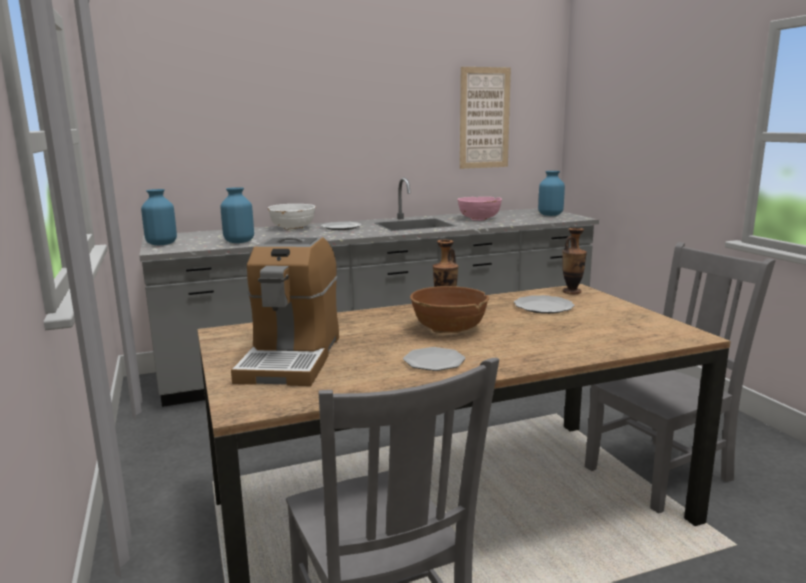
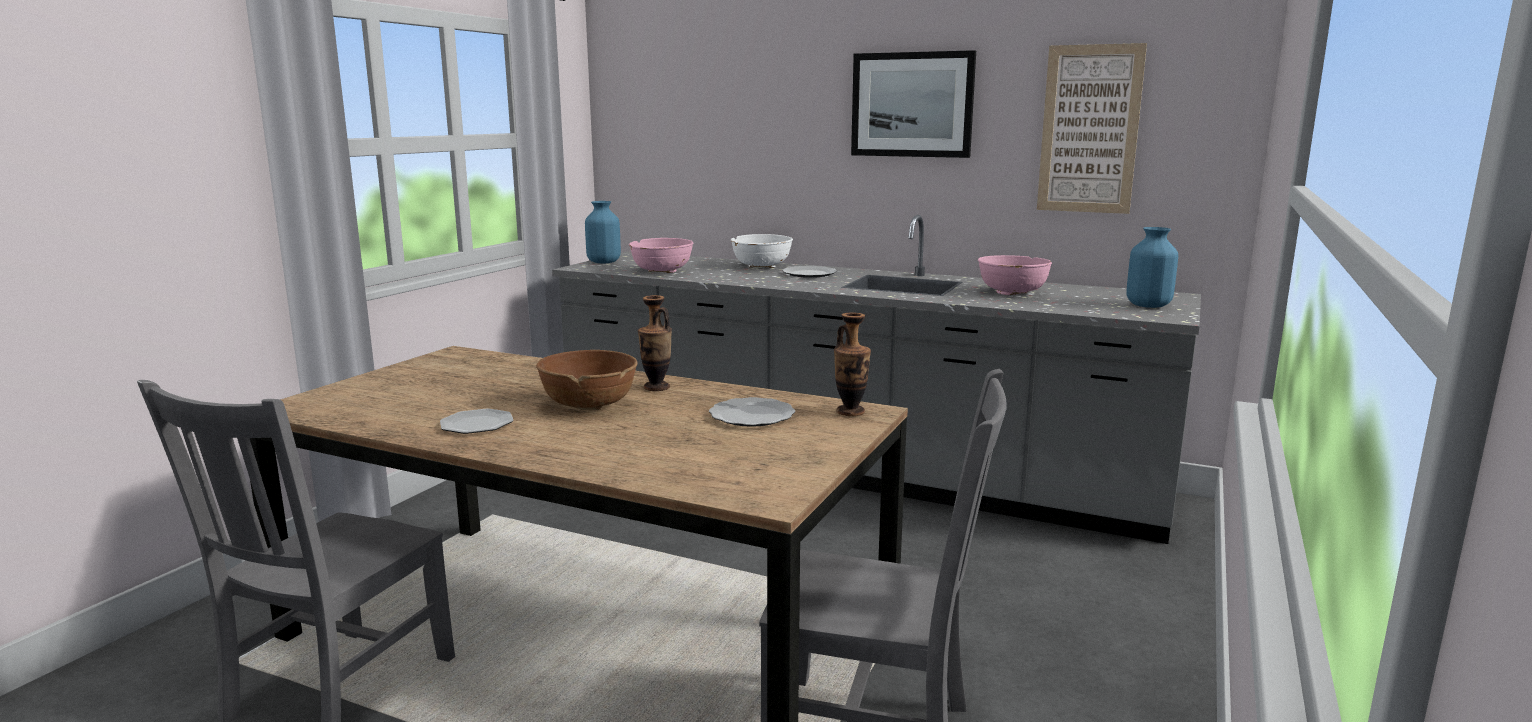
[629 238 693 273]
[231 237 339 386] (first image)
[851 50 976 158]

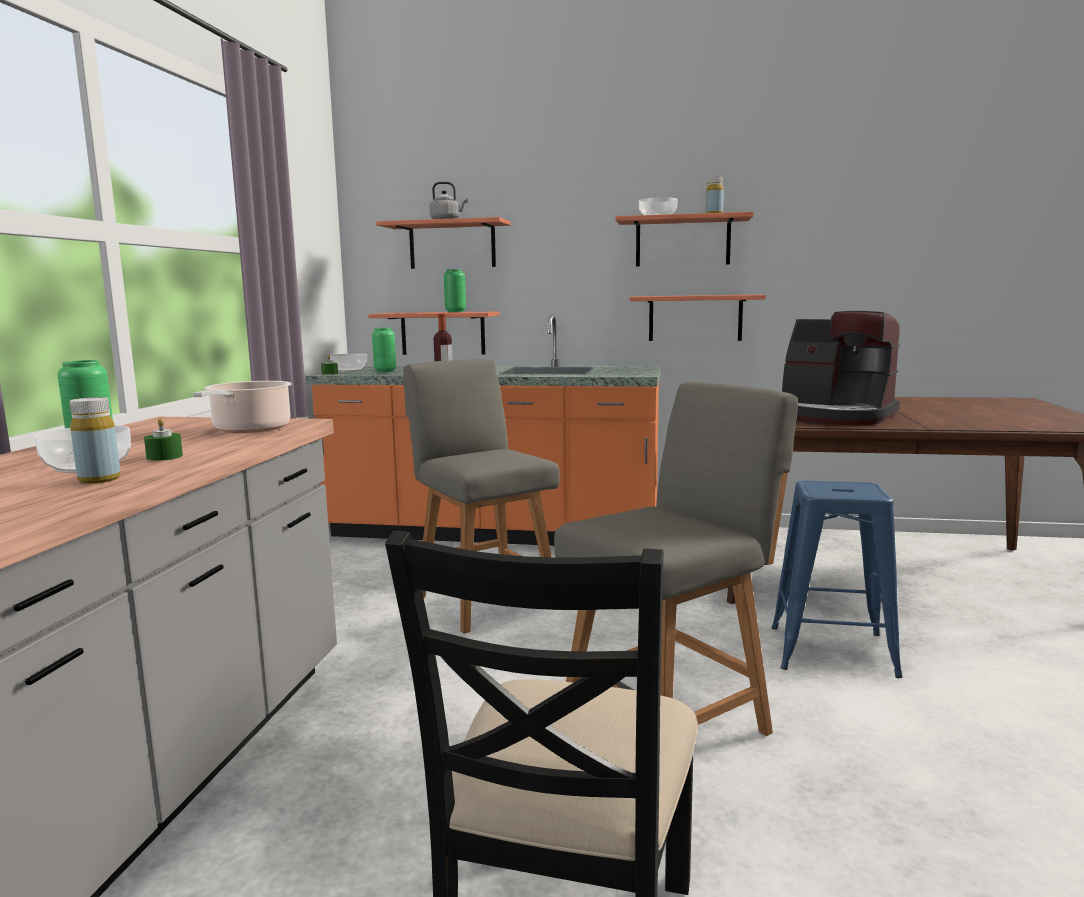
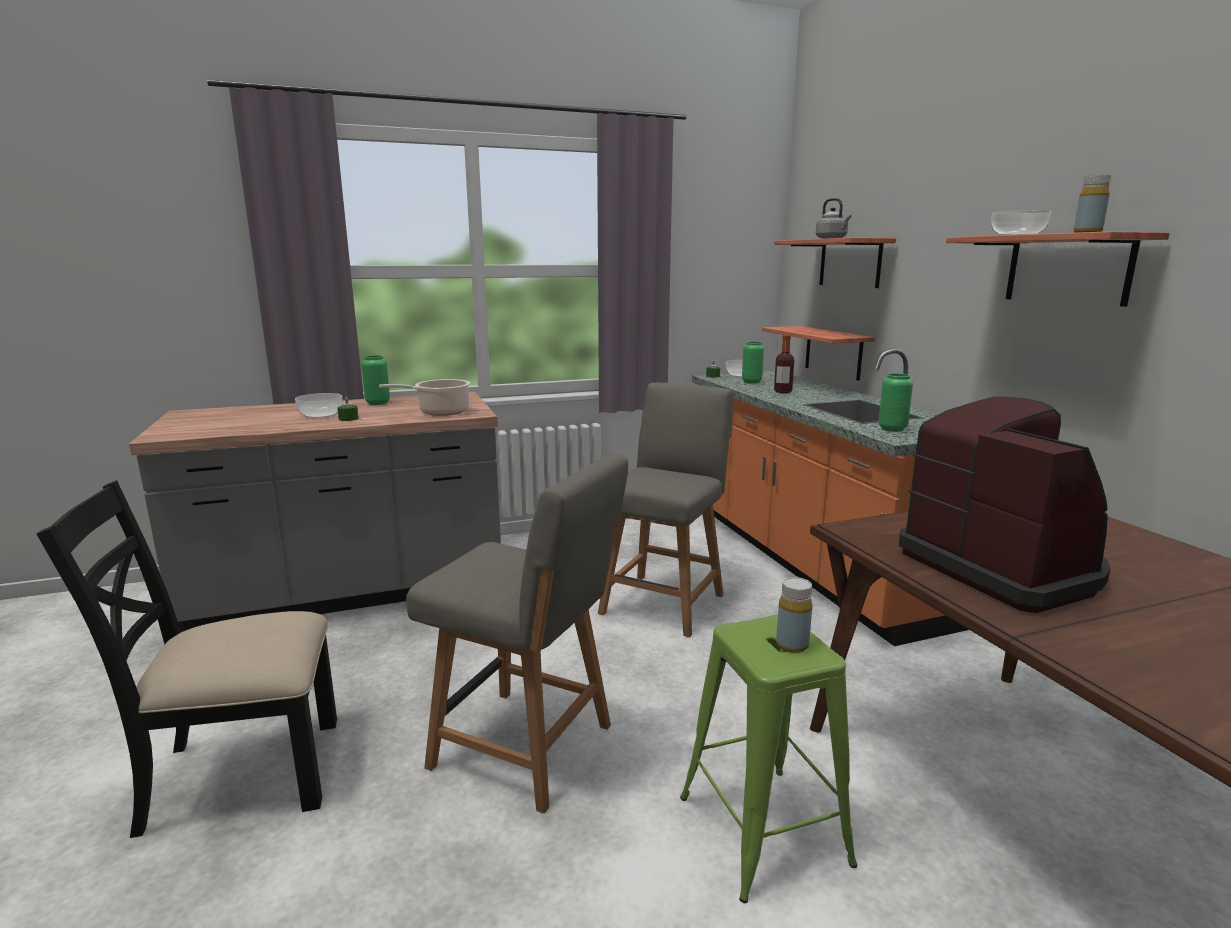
[878 373 913 432]
[630 295 766 341] (first image)
[899 396 1110 613]
[776 577 812 653]
[680 614 857 903]

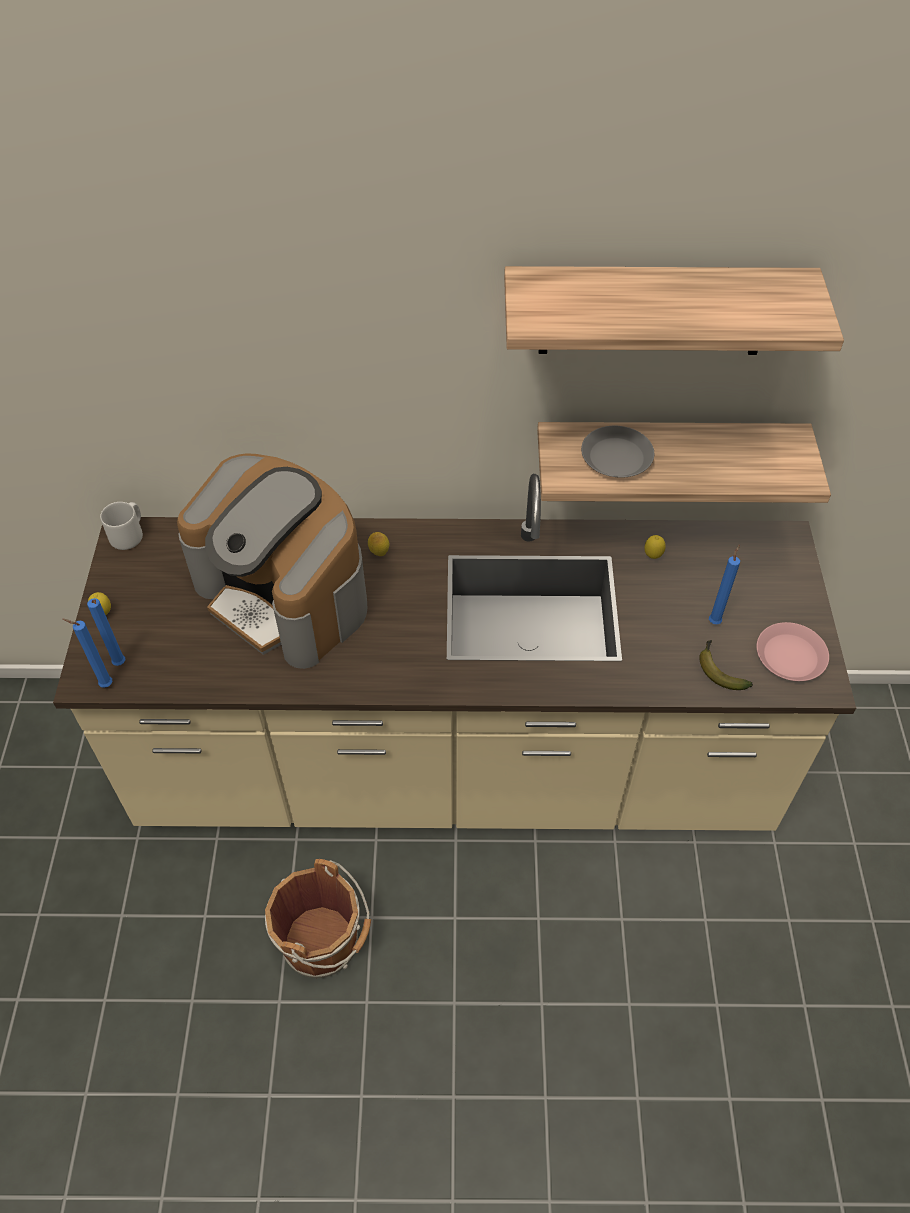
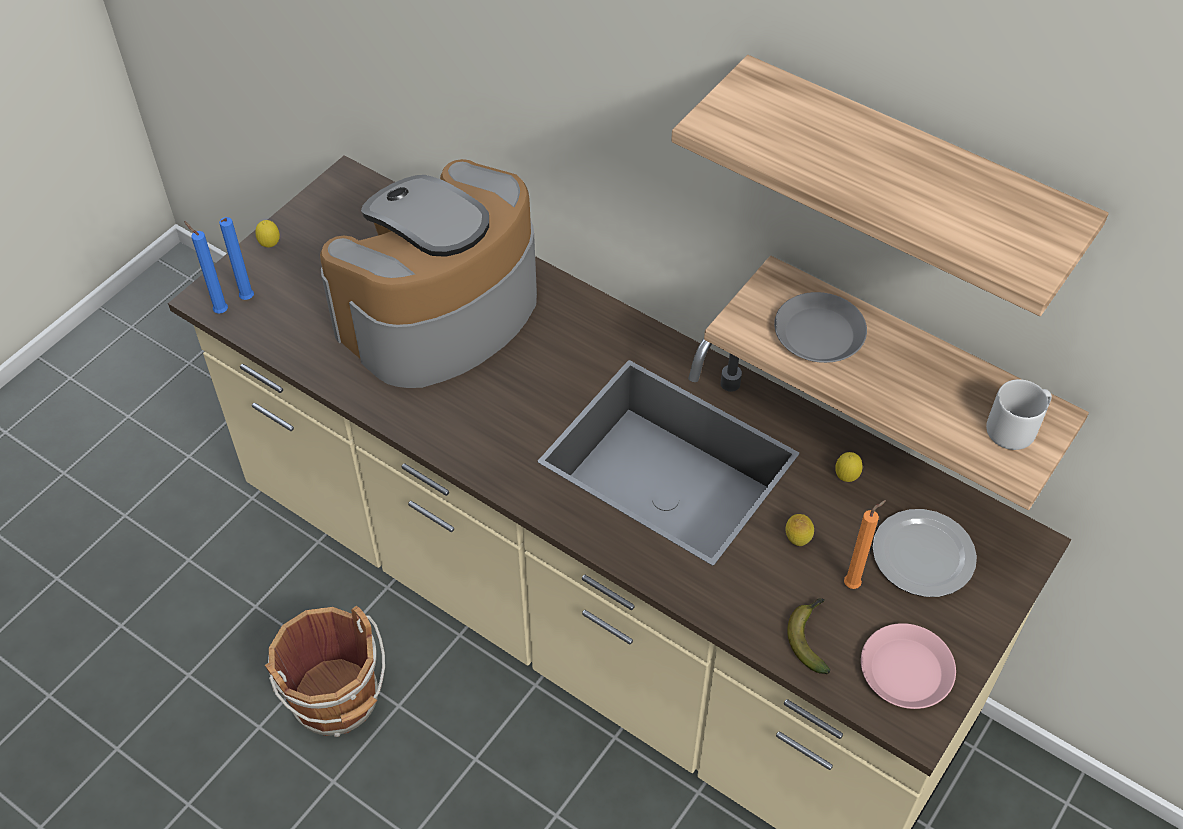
[320 159 537 388]
[986 379 1052 450]
[786 514 814 546]
[844 500 886 589]
[873 509 977 597]

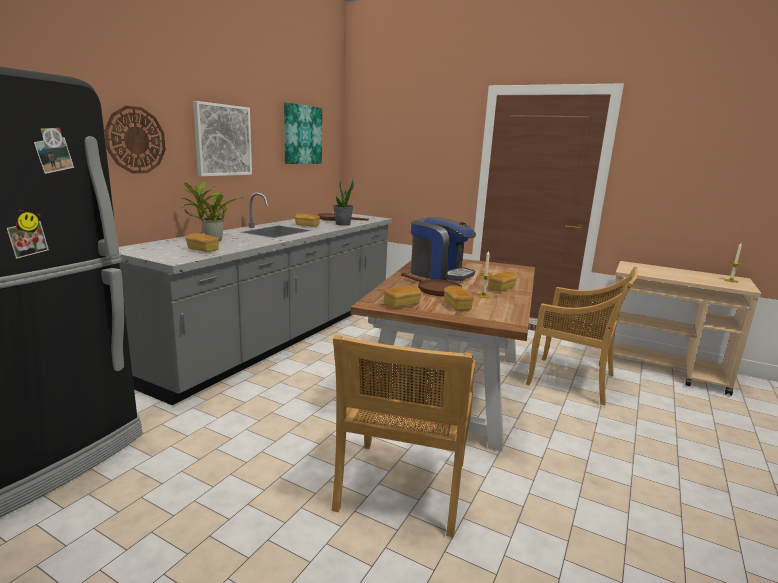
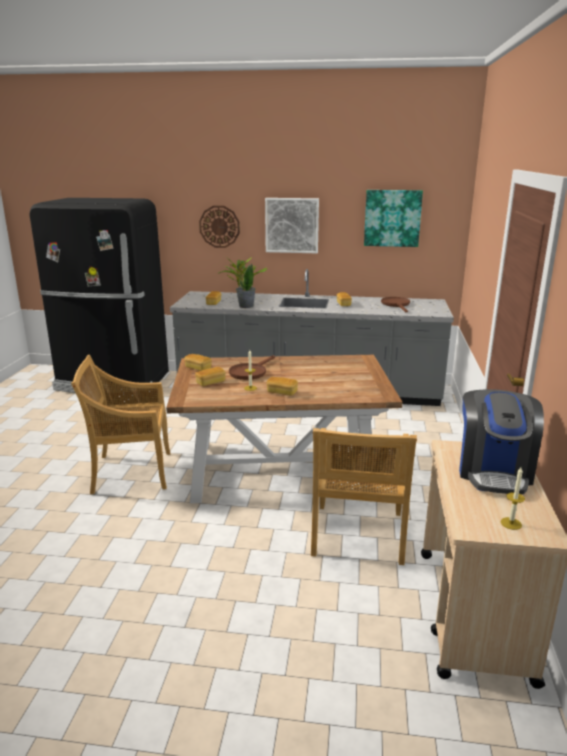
[236 264 256 308]
[459 389 544 494]

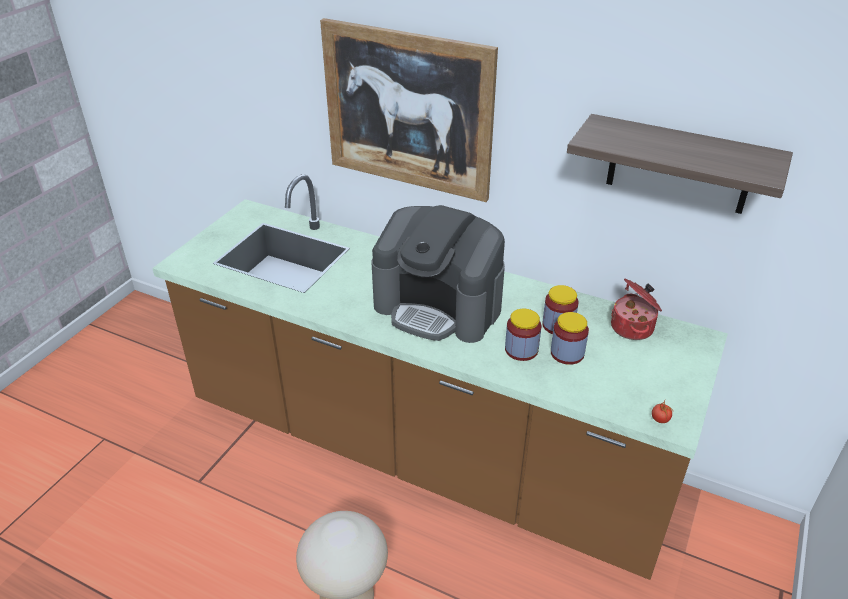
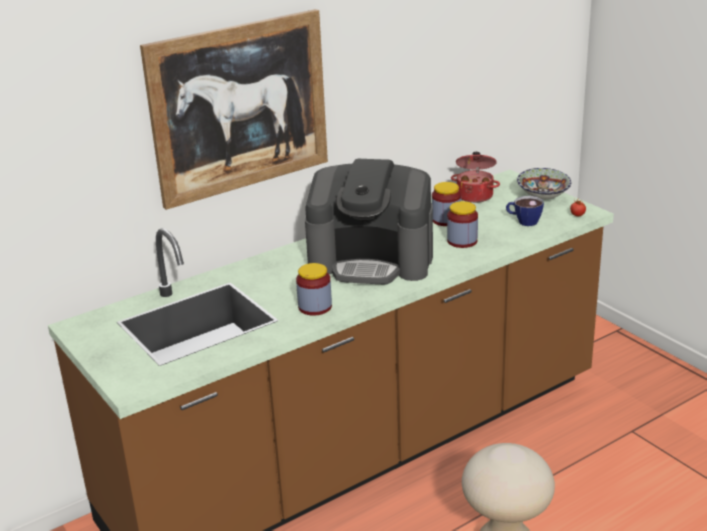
[567 114 793 214] (first image)
[305 159 433 284]
[296 263 332 316]
[517 168 571 199]
[506 196 544 226]

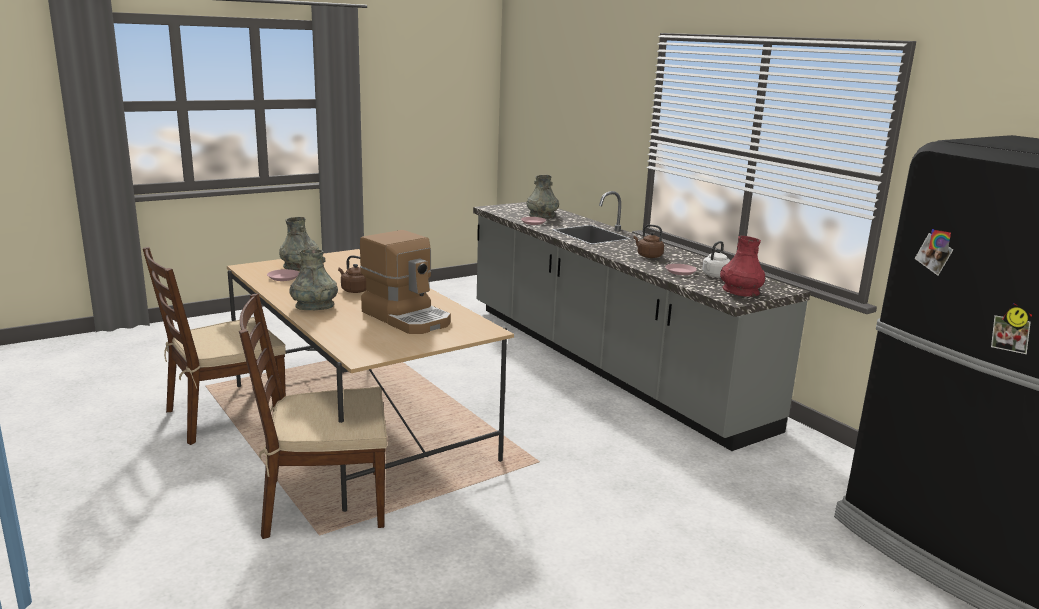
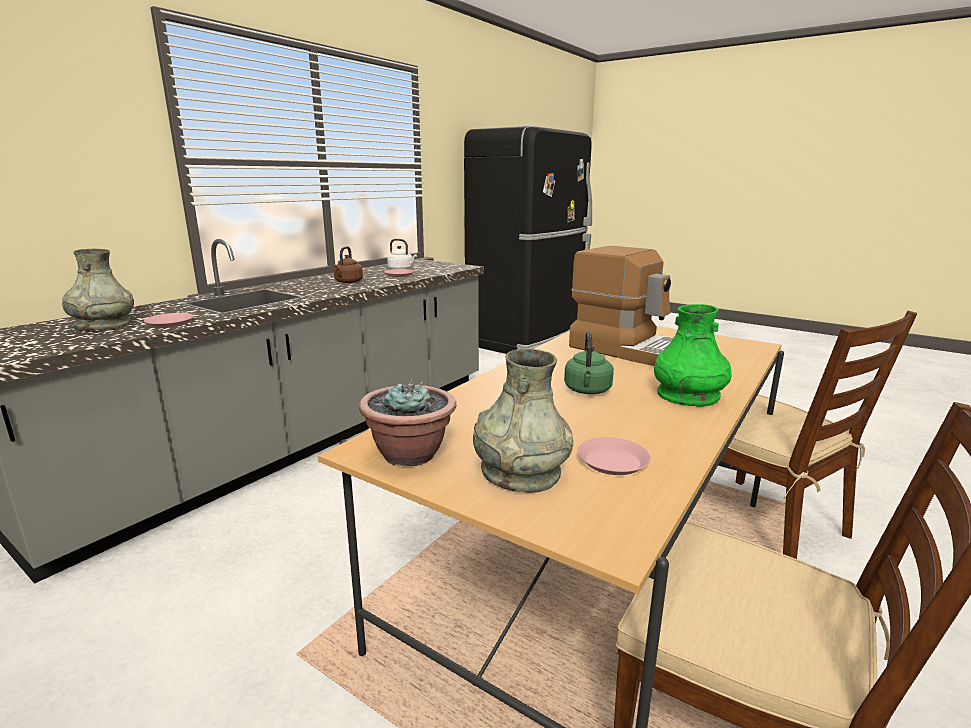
[569 246 673 366]
[720 236 765 297] (first image)
[654 304 732 407]
[564 331 614 394]
[359 379 456 466]

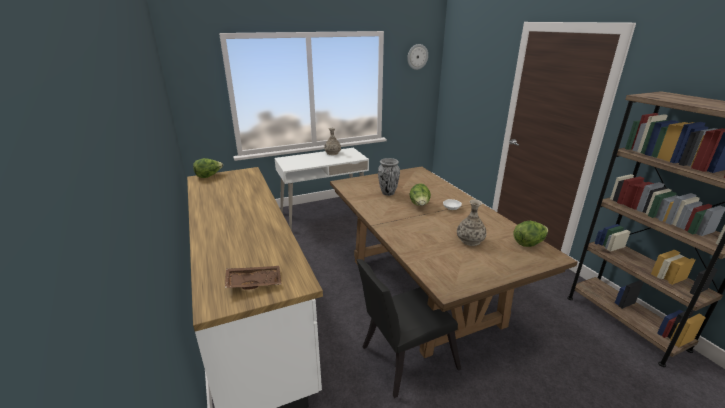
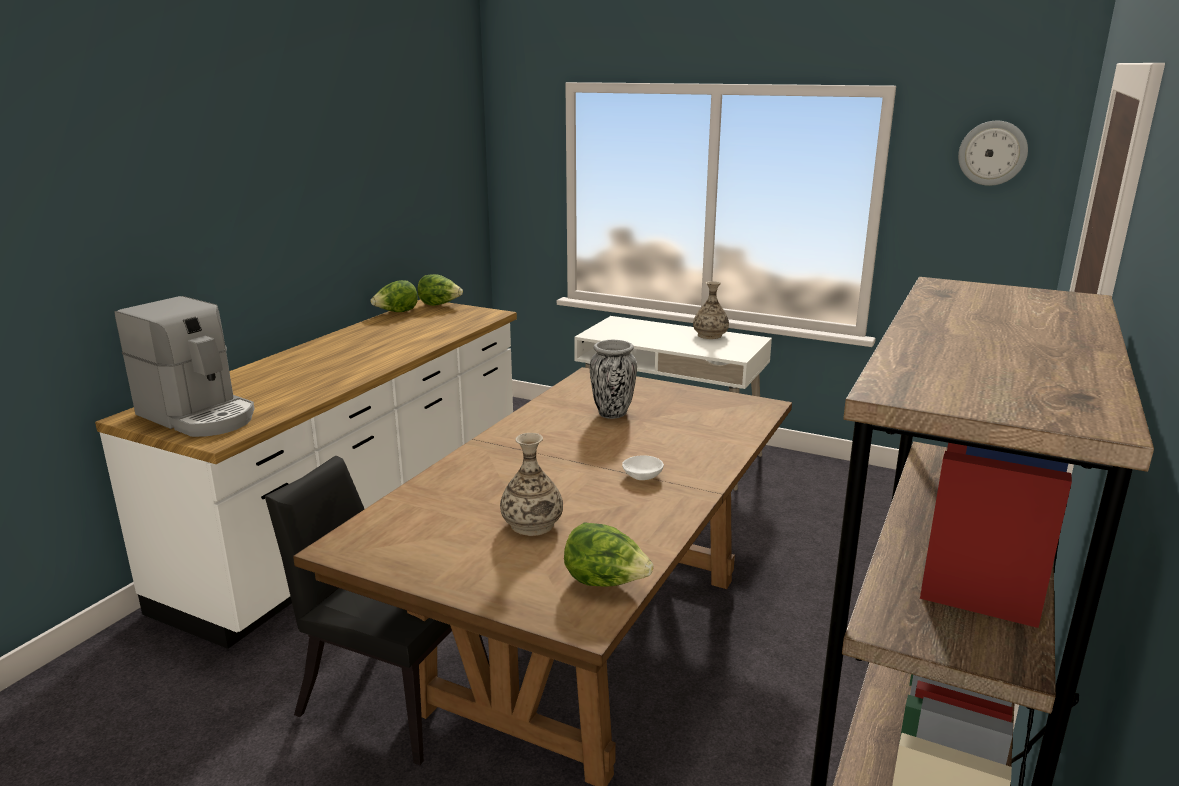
[370 280 418 312]
[115 296 254 437]

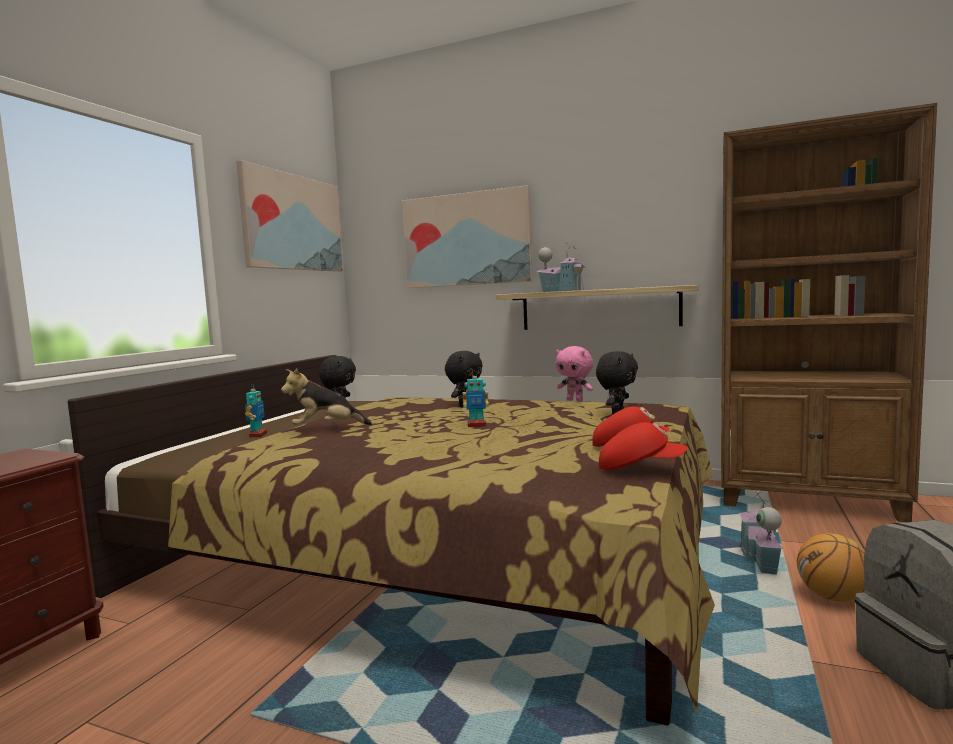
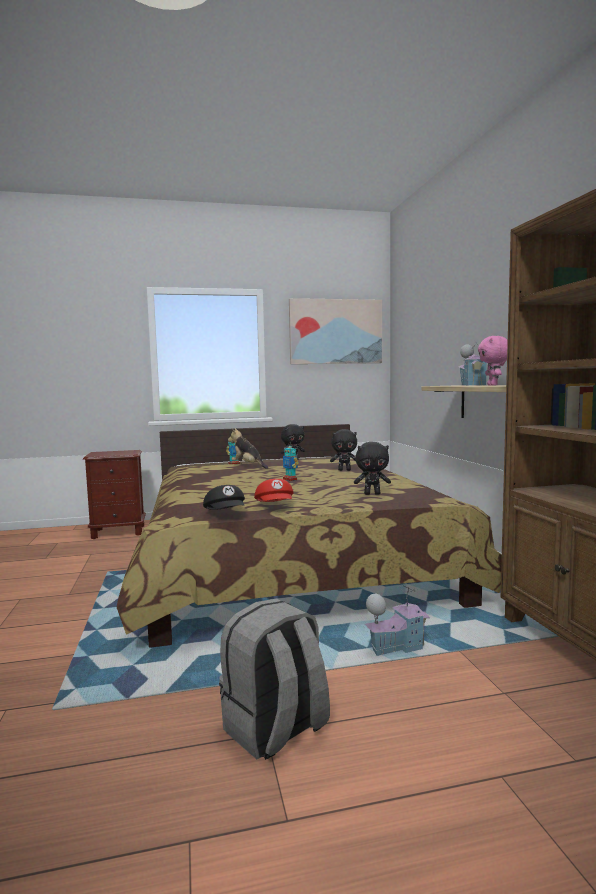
[402 185 533 288] (first image)
[478 336 508 386]
[203 485 245 510]
[797 533 865 602] (first image)

